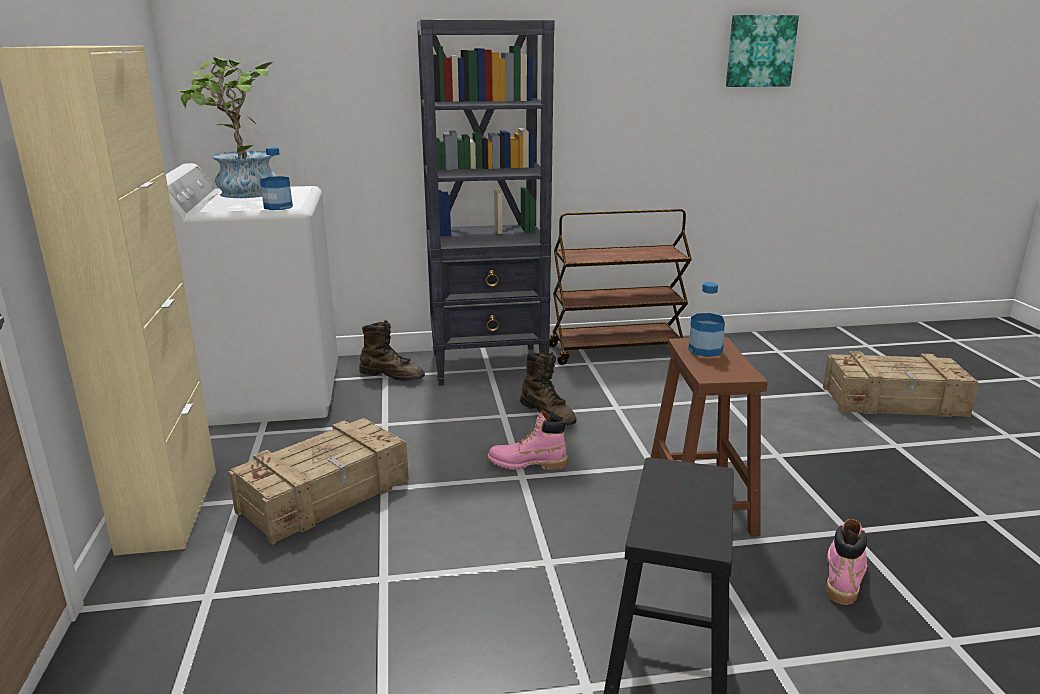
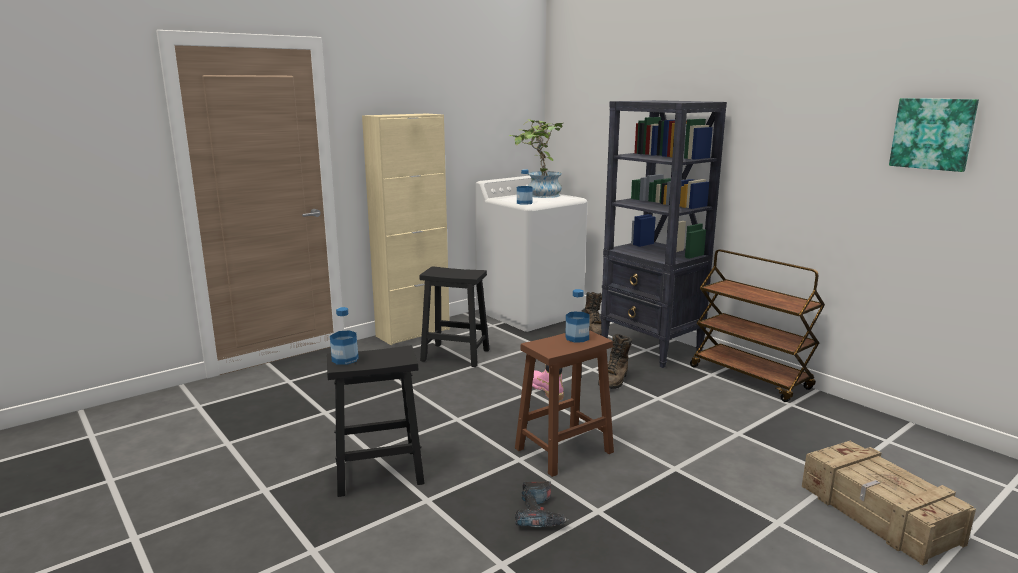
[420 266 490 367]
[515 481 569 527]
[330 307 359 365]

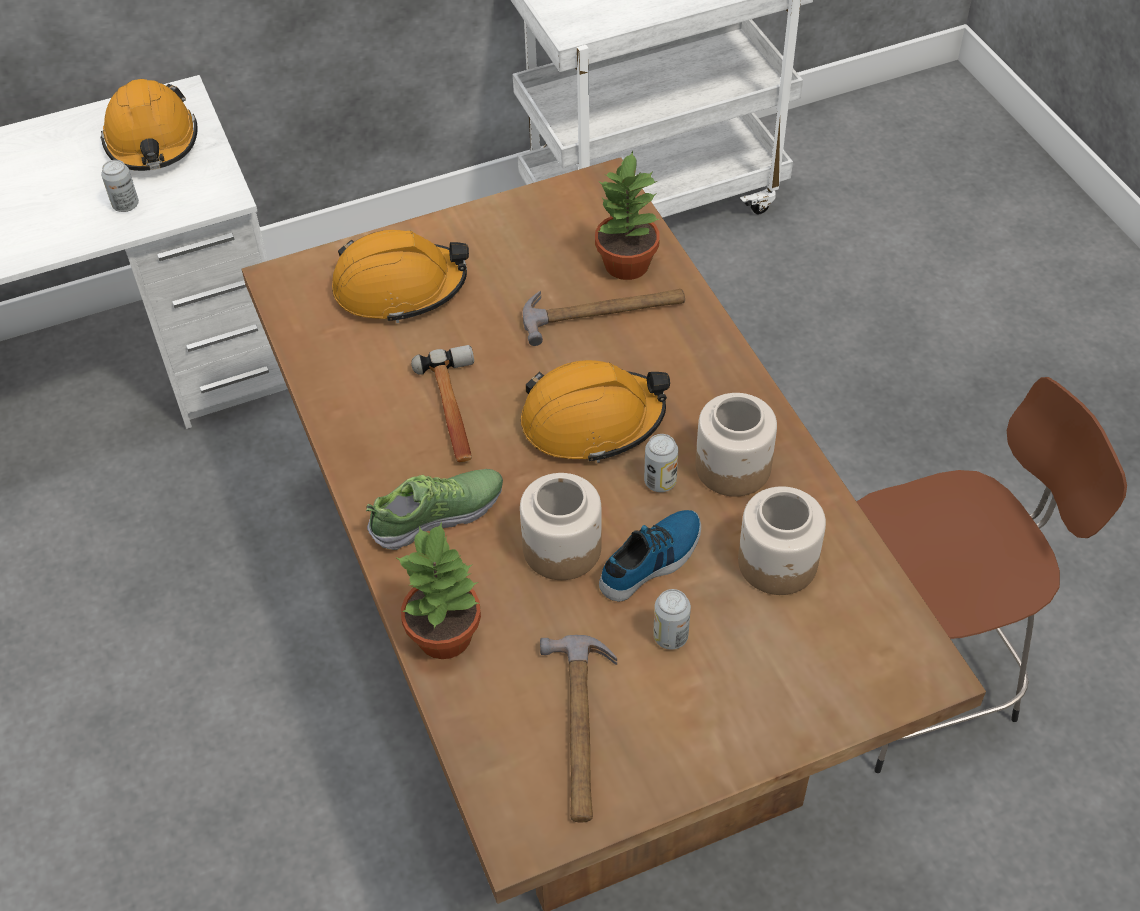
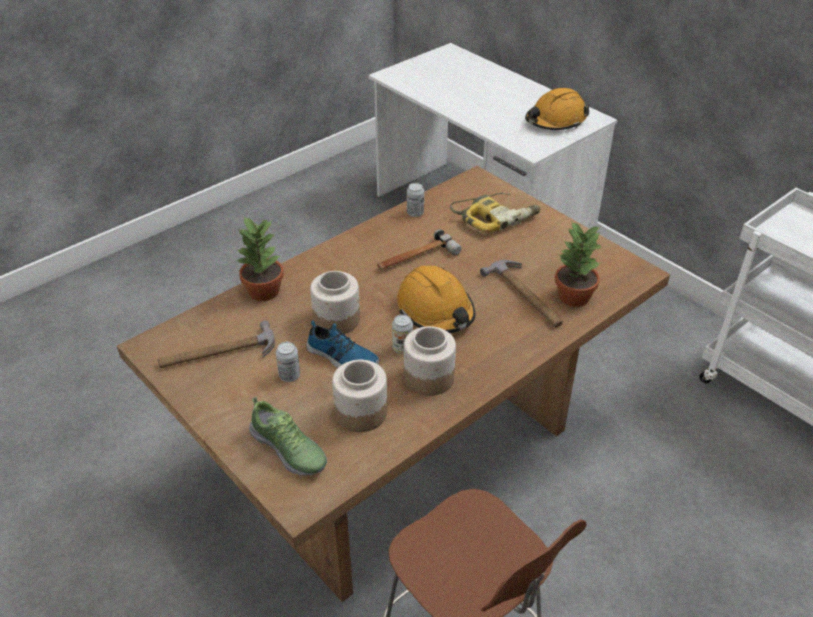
[407 183 424 217]
[450 193 541 232]
[249 397 327 476]

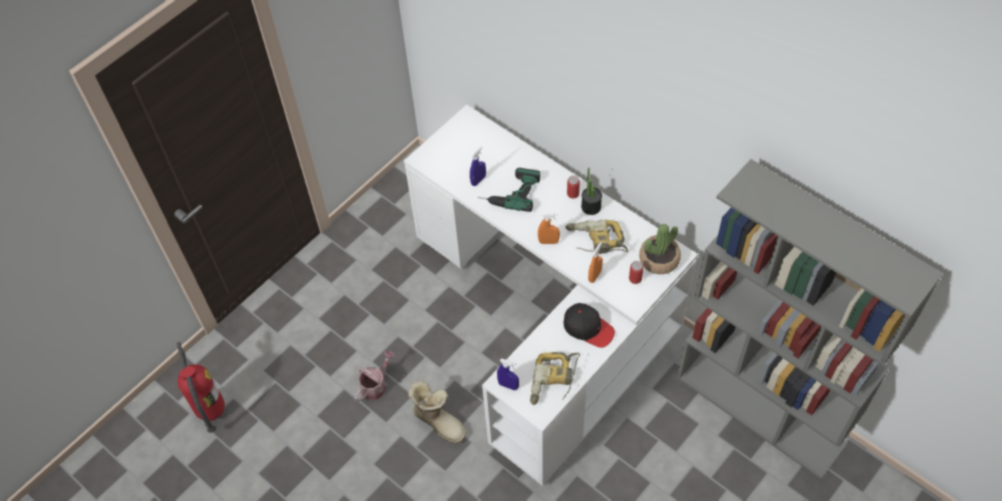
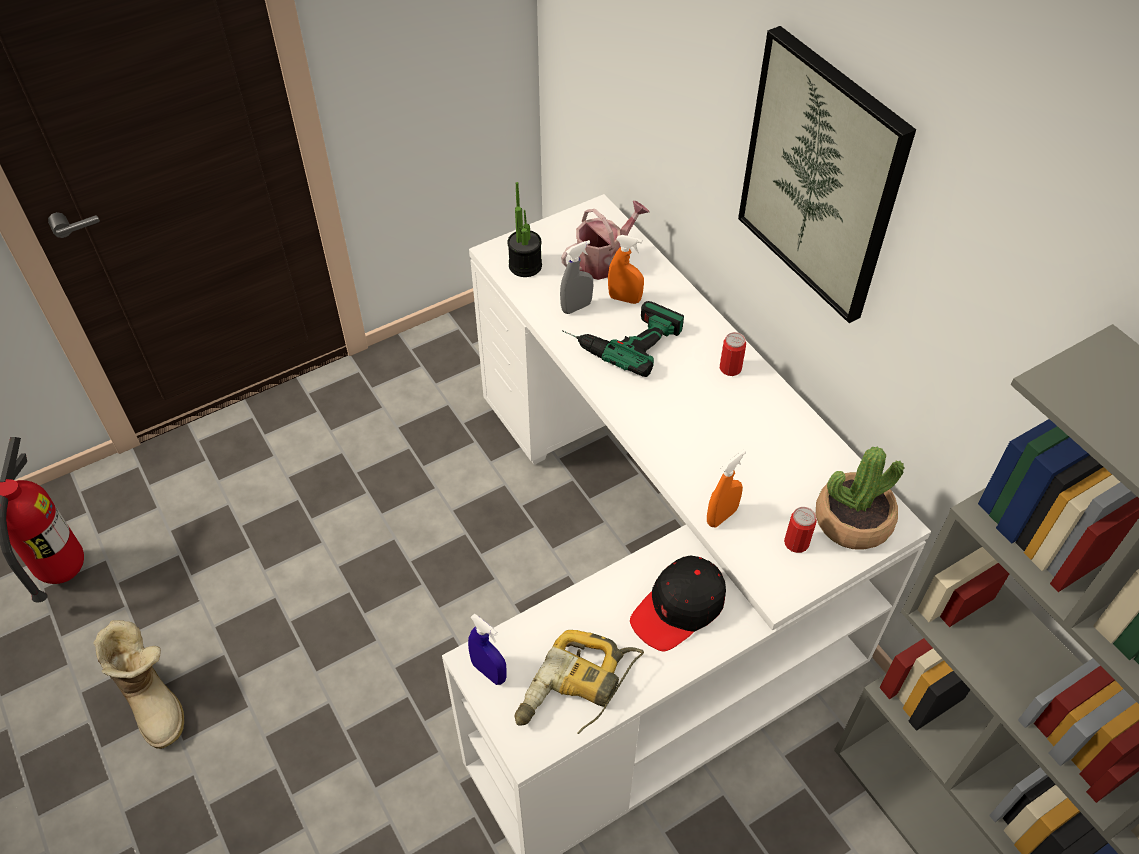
[560 240 593 314]
[507 182 542 277]
[608 235 644 304]
[565 220 628 254] (first image)
[630 556 726 651]
[561 201 650 280]
[93 620 184 749]
[738 26 916 323]

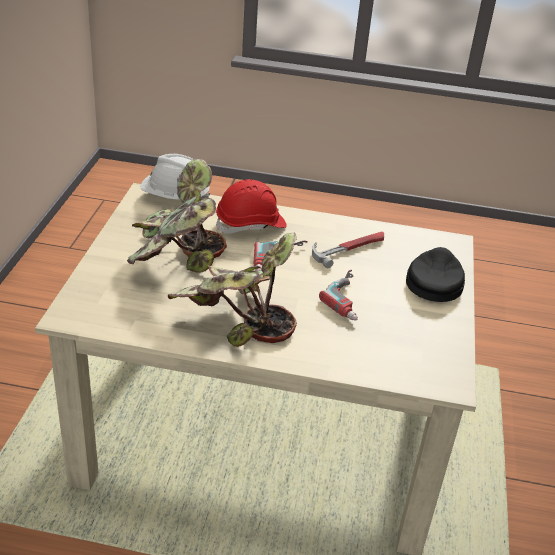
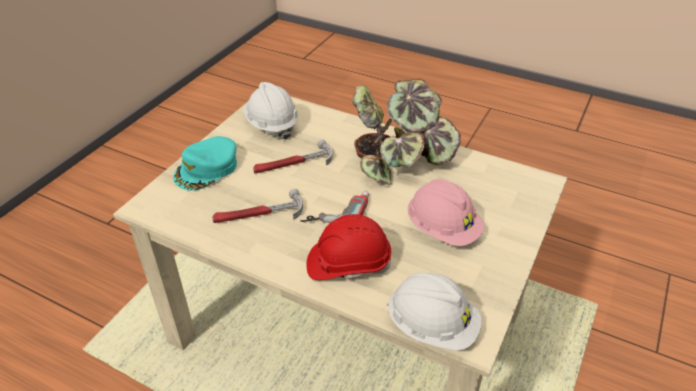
[408 179 484 246]
[173 136 237 191]
[253 139 333 174]
[243 82 298 140]

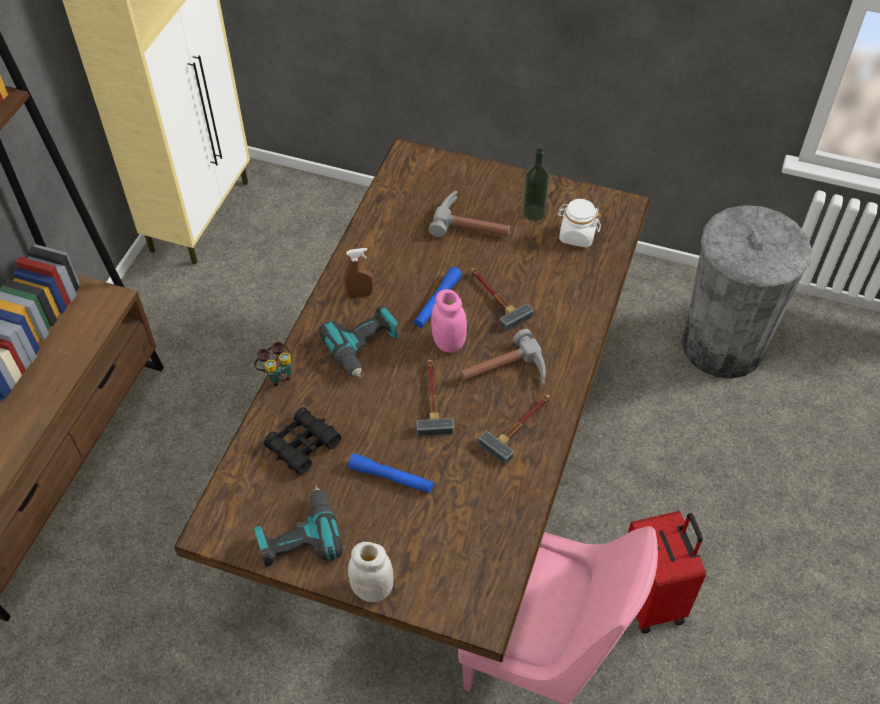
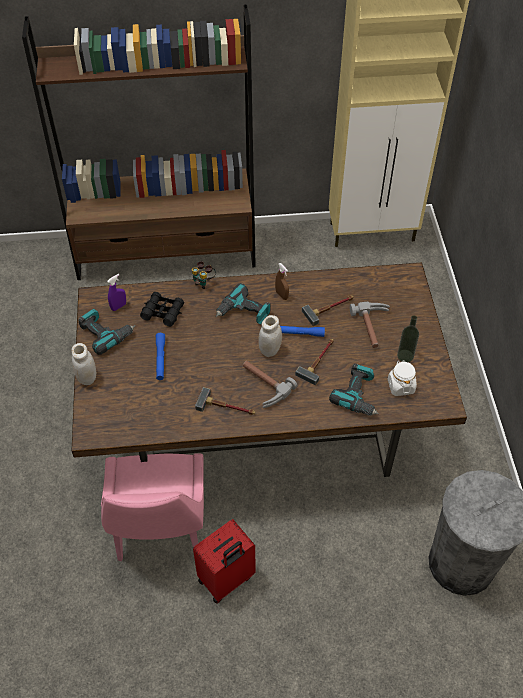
[258 315 282 357]
[302 295 354 326]
[107 274 126 311]
[329 364 379 416]

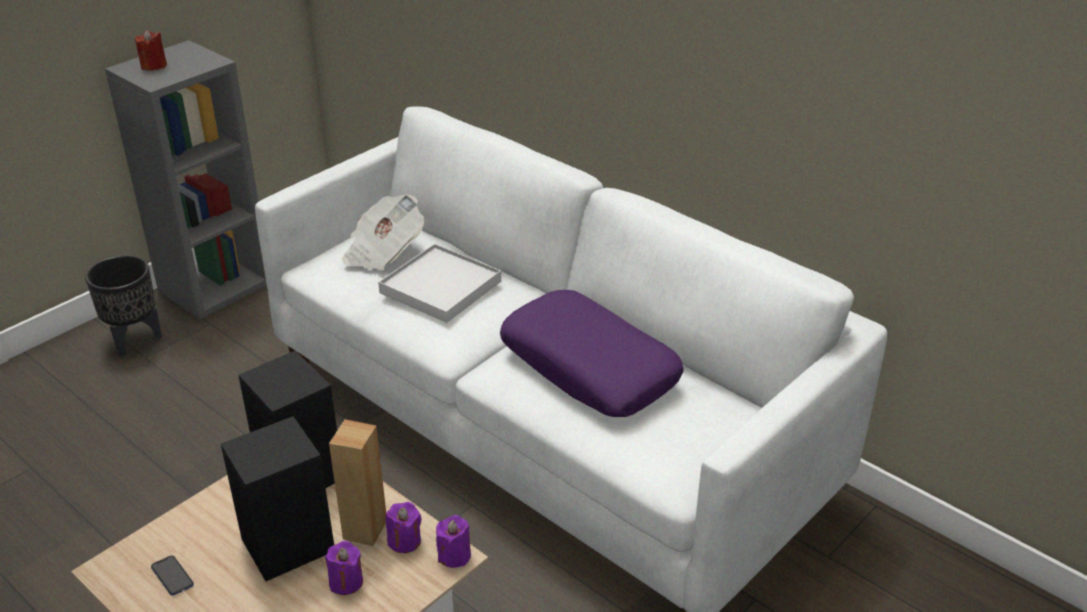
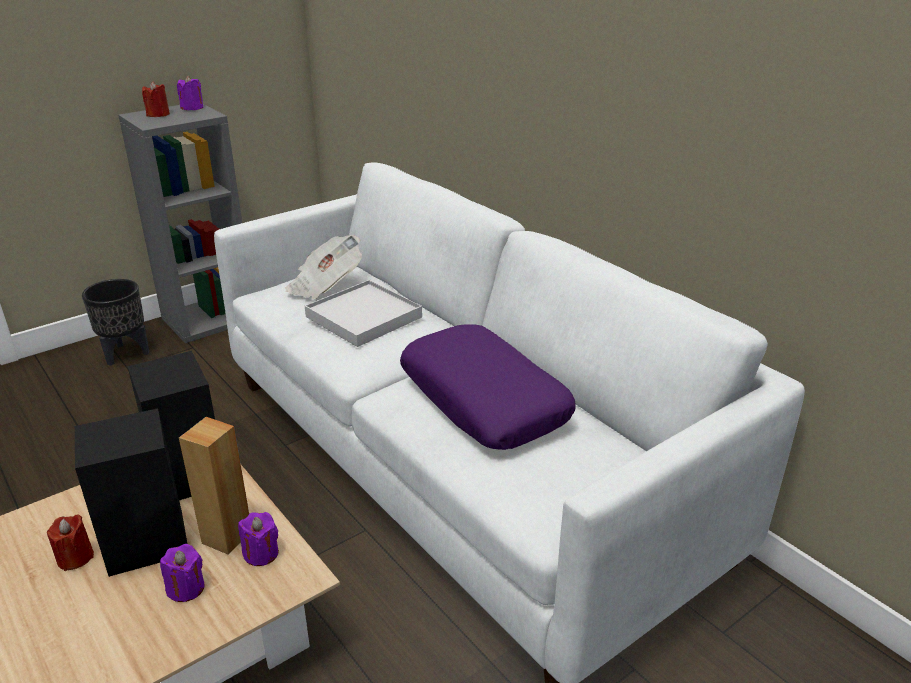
[177 76 203 110]
[151 556 194 596] (first image)
[47 514 94 571]

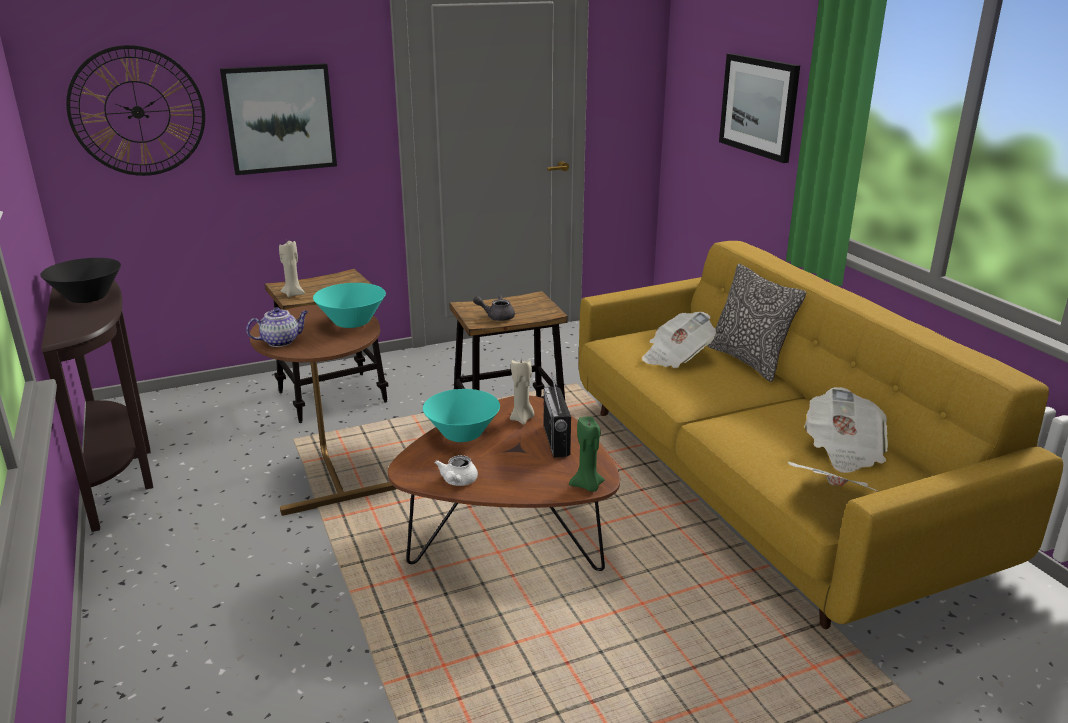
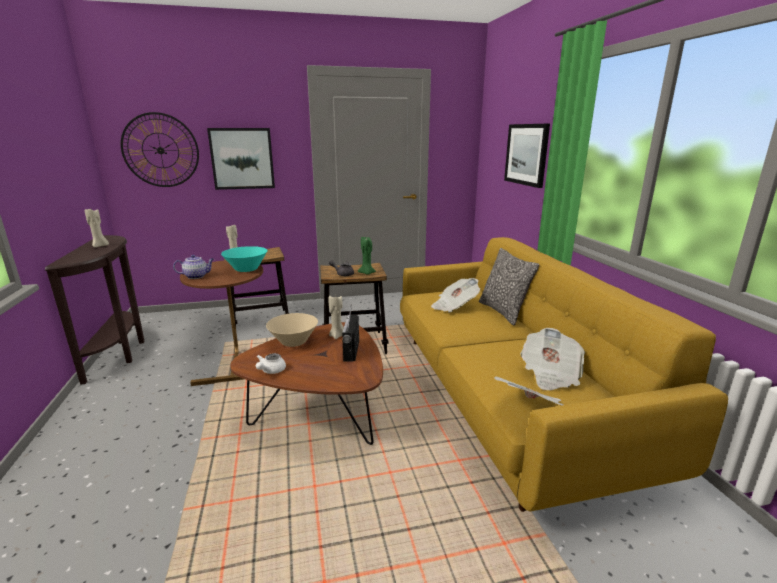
[85 209 109 247]
[266 313 318 347]
[358 236 376 275]

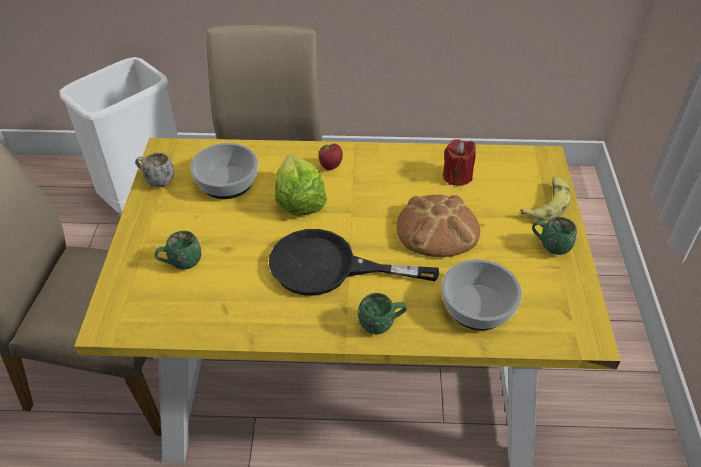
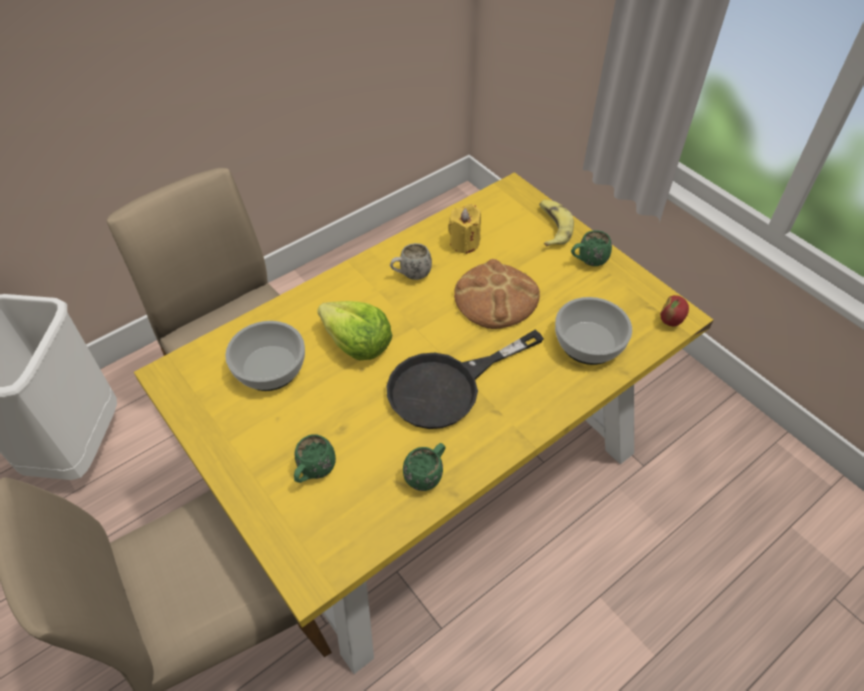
[448 204 481 254]
[660 295 689 326]
[390 243 432 280]
[403 443 446 491]

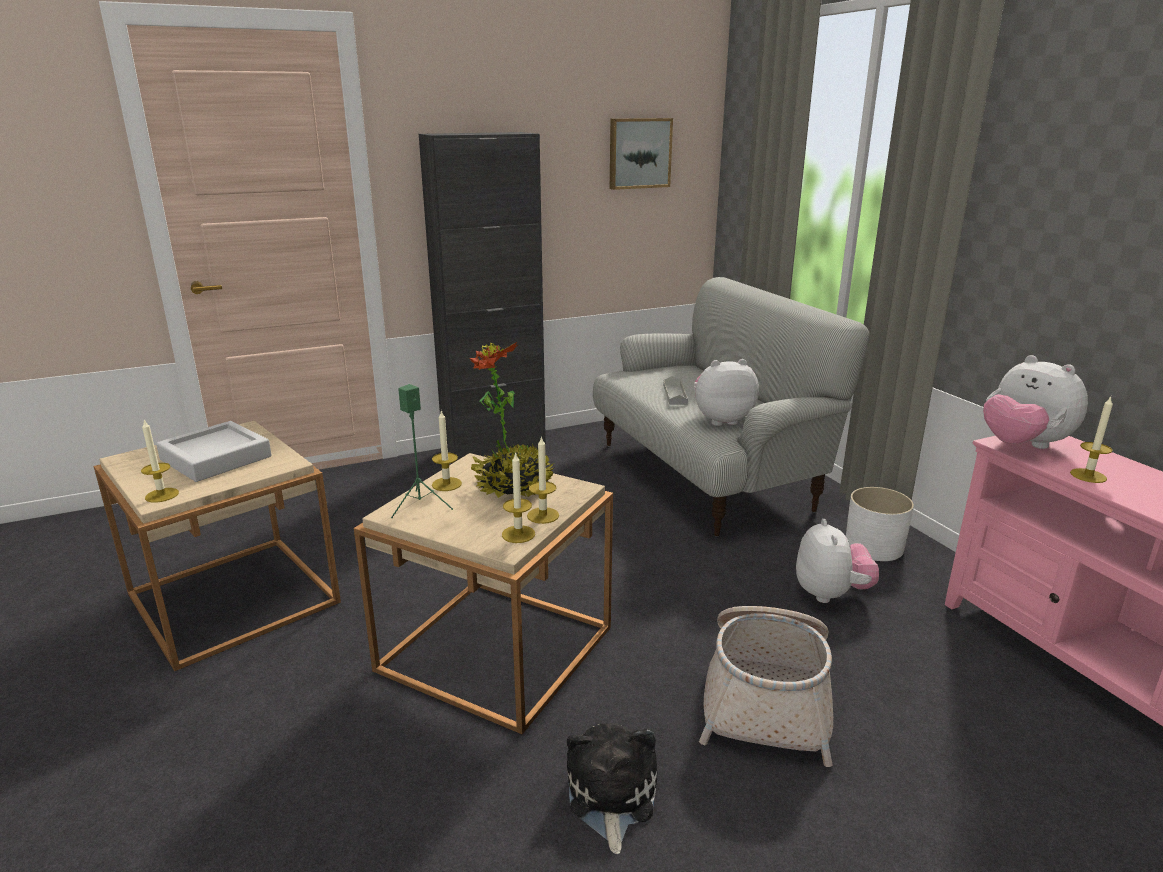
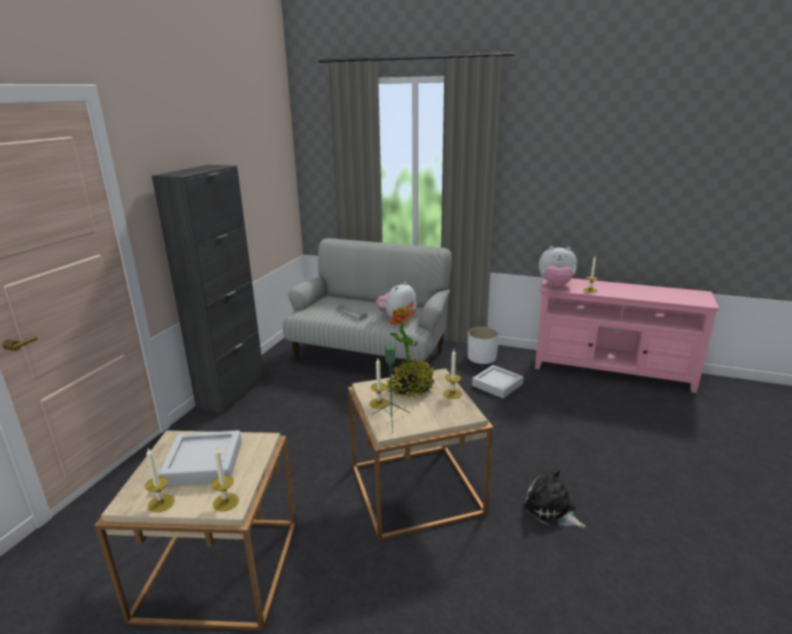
[610 118 673 190] (first image)
[145 448 175 512]
[472 365 524 398]
[699 606 833 767] (first image)

